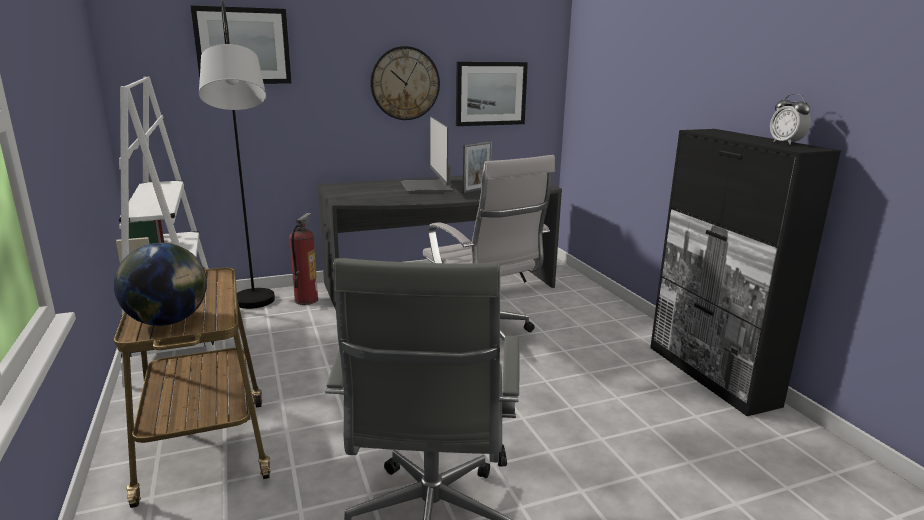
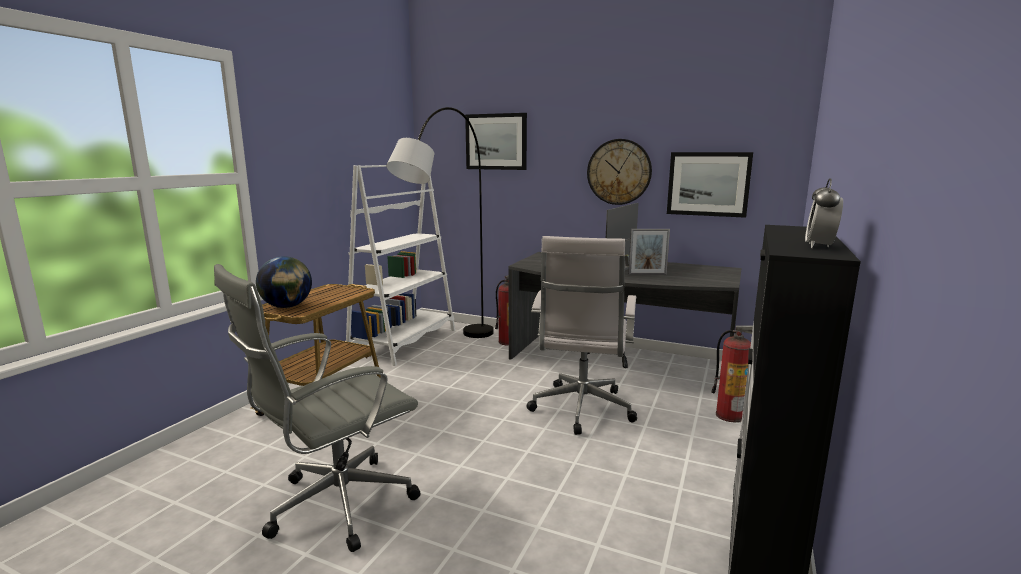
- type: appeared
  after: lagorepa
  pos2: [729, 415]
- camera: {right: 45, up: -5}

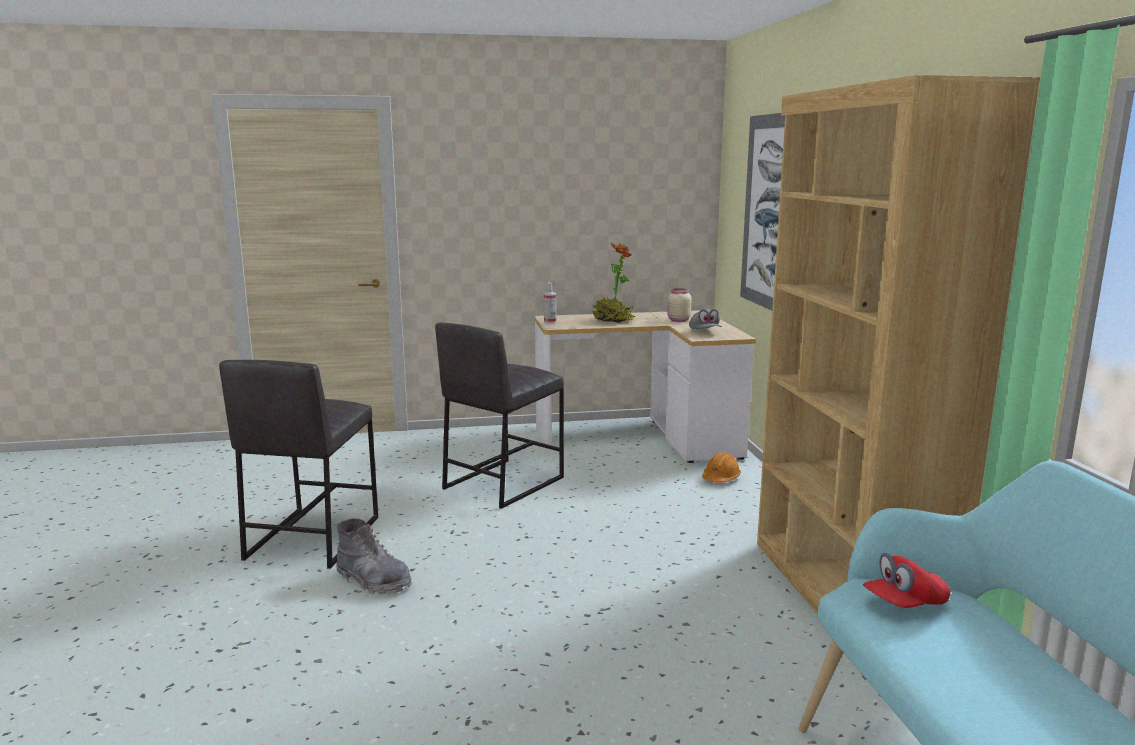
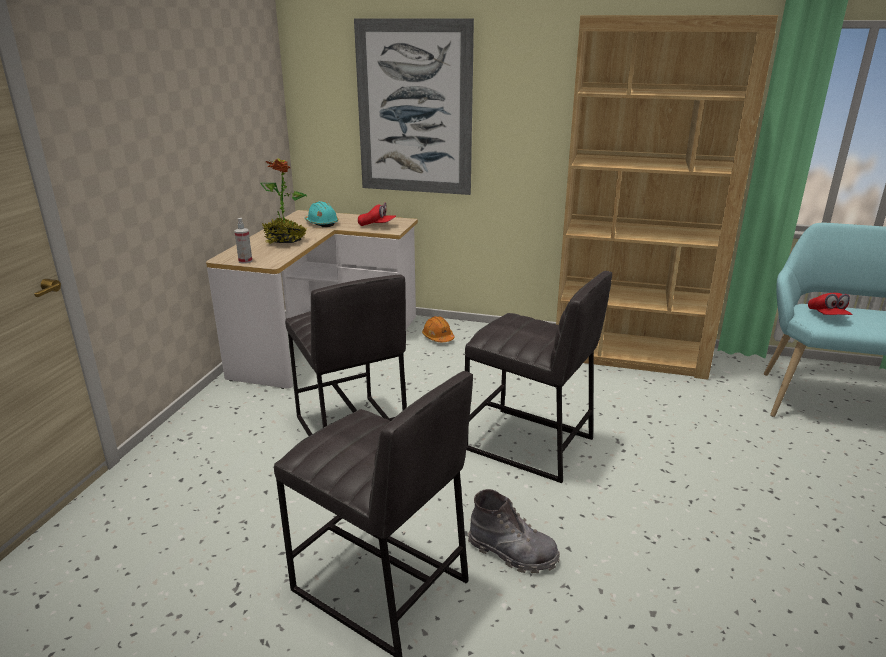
- type: exchanged
  before: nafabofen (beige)
  after: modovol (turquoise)
  pos1: [678, 320]
  pos2: [321, 223]
- type: colour
  before: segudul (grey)
  after: segudul (red)
  pos1: [705, 332]
  pos2: [377, 225]
- type: spun
  before: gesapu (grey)
  pos1: [373, 580]
  pos2: [512, 552]
  turn: 60
- type: appeared
  after: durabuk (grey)
  pos2: [529, 444]
- camera: {right: -65, up: 10}

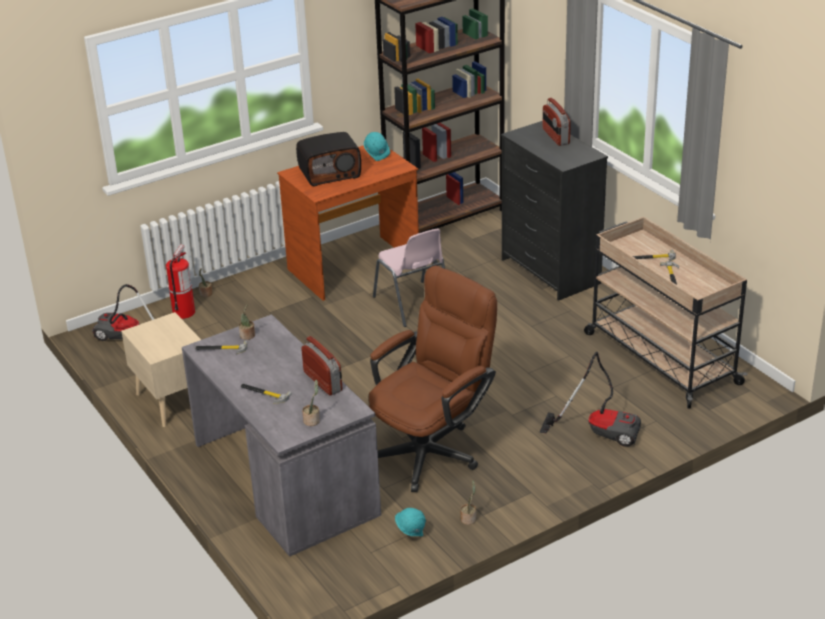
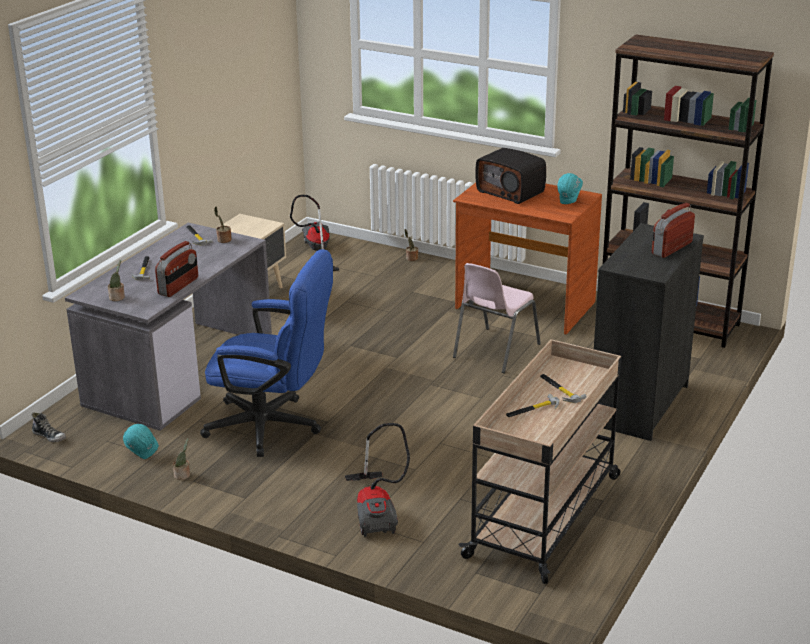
- type: missing
  before: lagorepa
  pos1: [184, 312]
- type: colour
  before: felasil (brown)
  after: felasil (blue)
  pos1: [432, 449]
  pos2: [273, 427]
- type: appeared
  after: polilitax
  pos2: [49, 436]
- camera: {right: 60, up: -5}

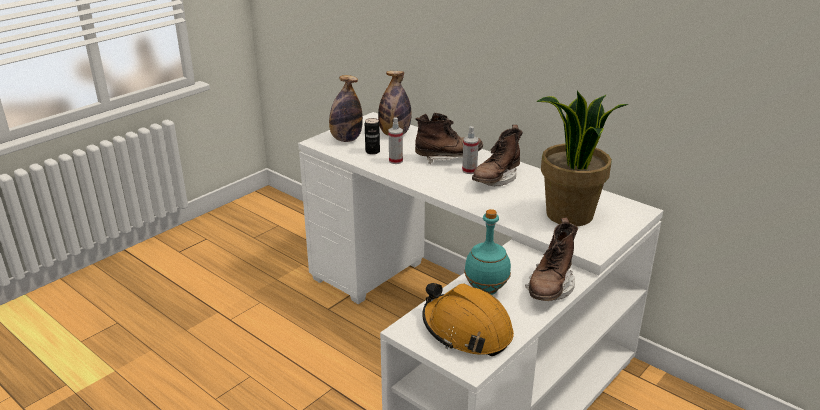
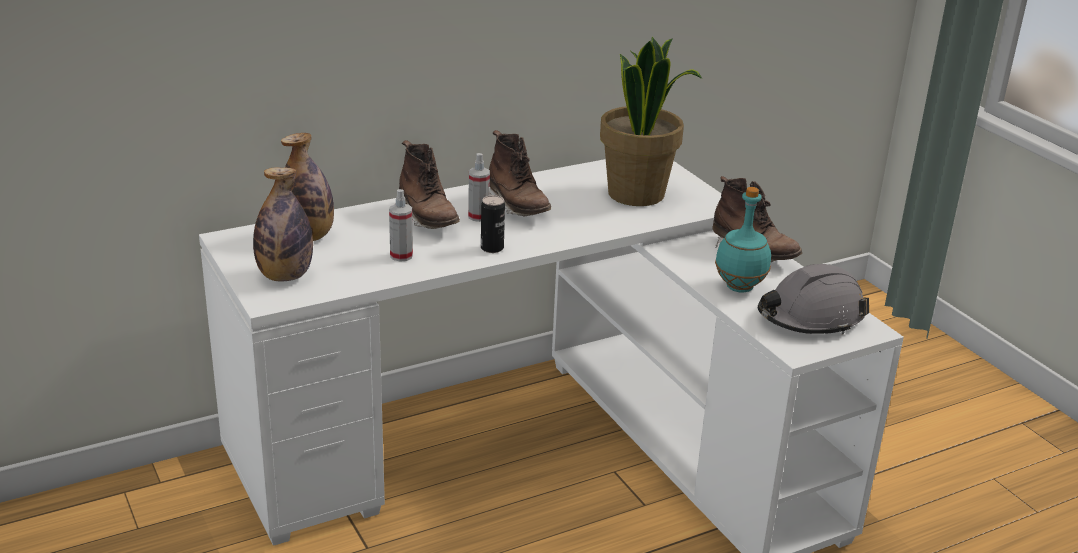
- type: spun
  before: gesapu (brown)
  pos1: [448, 158]
  pos2: [428, 220]
  turn: 135
- type: relocated
  before: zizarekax
  pos1: [372, 151]
  pos2: [492, 248]
- type: colour
  before: modovol (orange)
  after: modovol (grey)
  pos1: [466, 330]
  pos2: [810, 317]
- camera: {right: -70, up: 0}

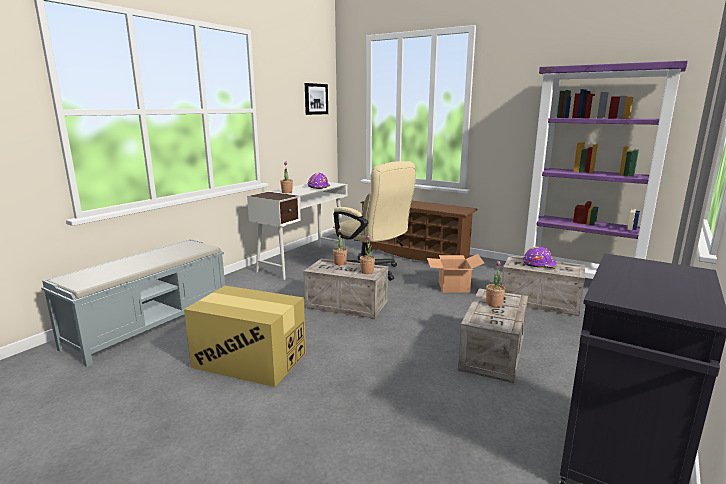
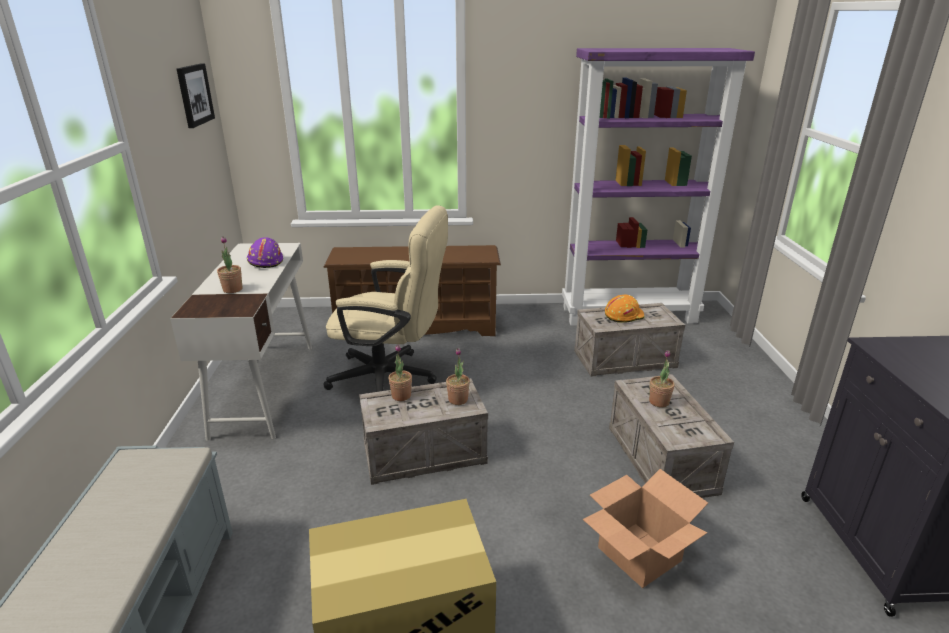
- type: colour
  before: modovol (purple)
  after: modovol (orange)
  pos1: [539, 264]
  pos2: [623, 315]
- type: relocated
  before: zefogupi
  pos1: [454, 287]
  pos2: [640, 555]
- camera: {right: -35, up: 10}

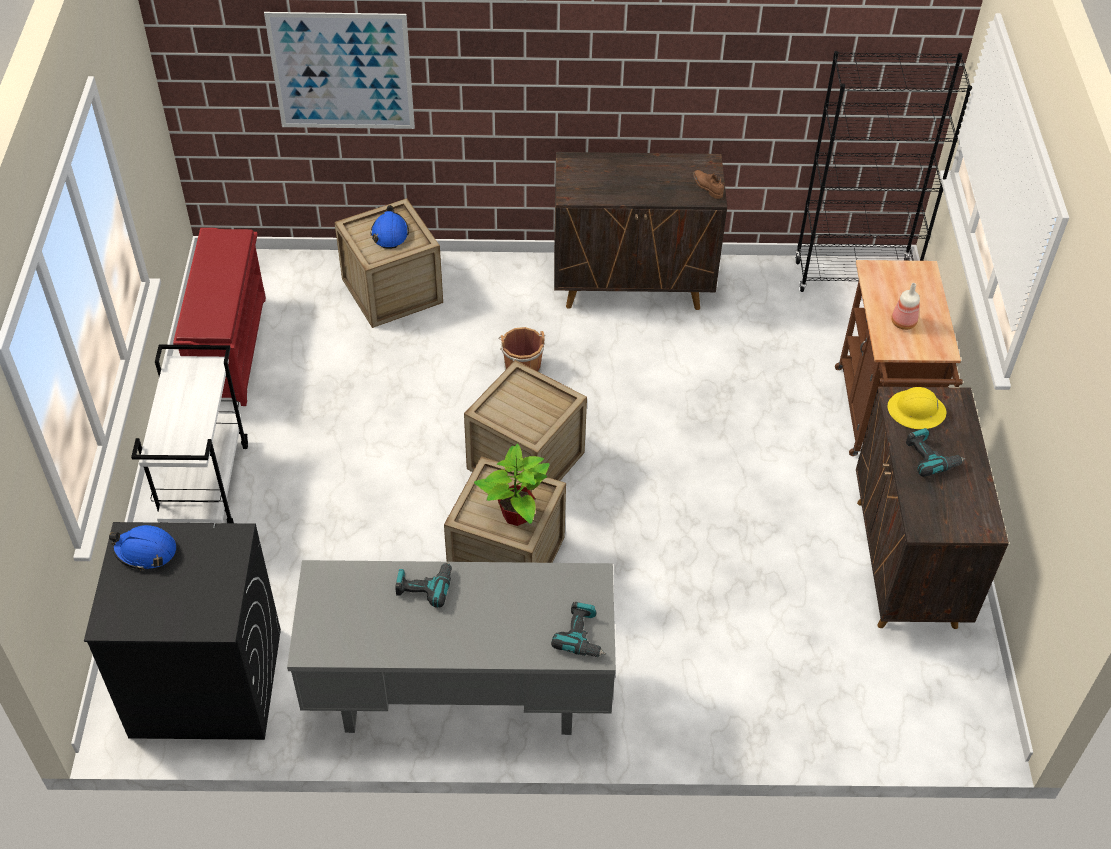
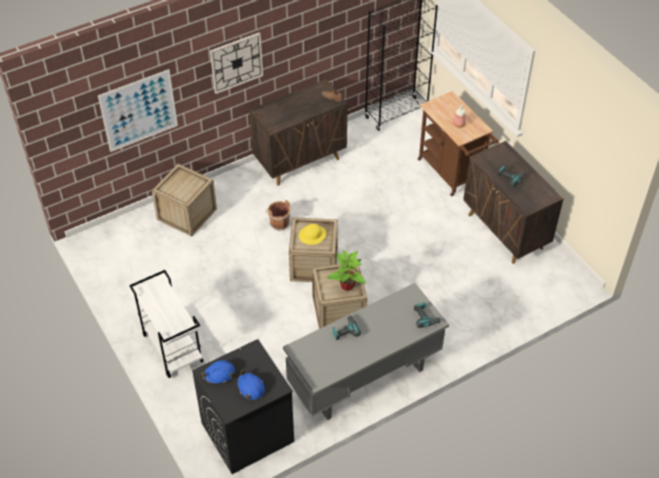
- type: relocated
  before: modovol (blue)
  pos1: [390, 233]
  pos2: [250, 387]
- type: missing
  before: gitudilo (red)
  pos1: [230, 348]
- type: relocated
  before: modovol (yellow)
  pos1: [916, 411]
  pos2: [312, 235]
- type: appeared
  after: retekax
  pos2: [236, 62]
- camera: {right: -30, up: 0}

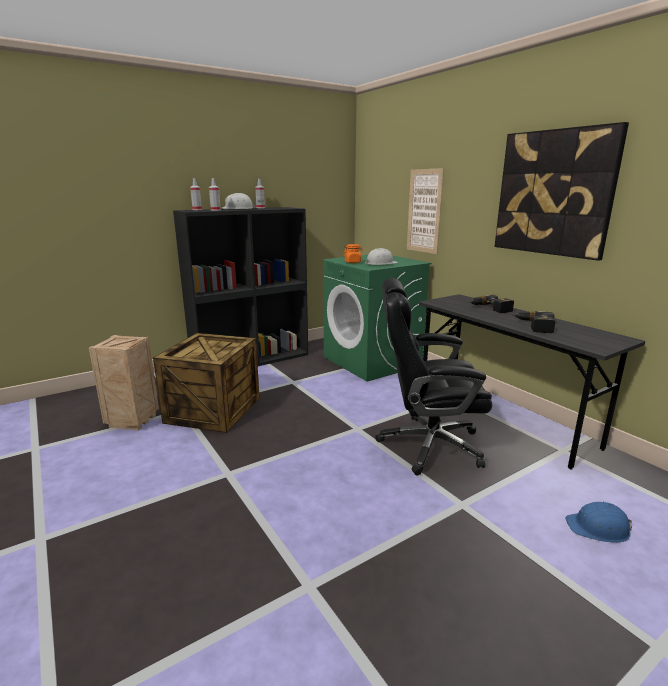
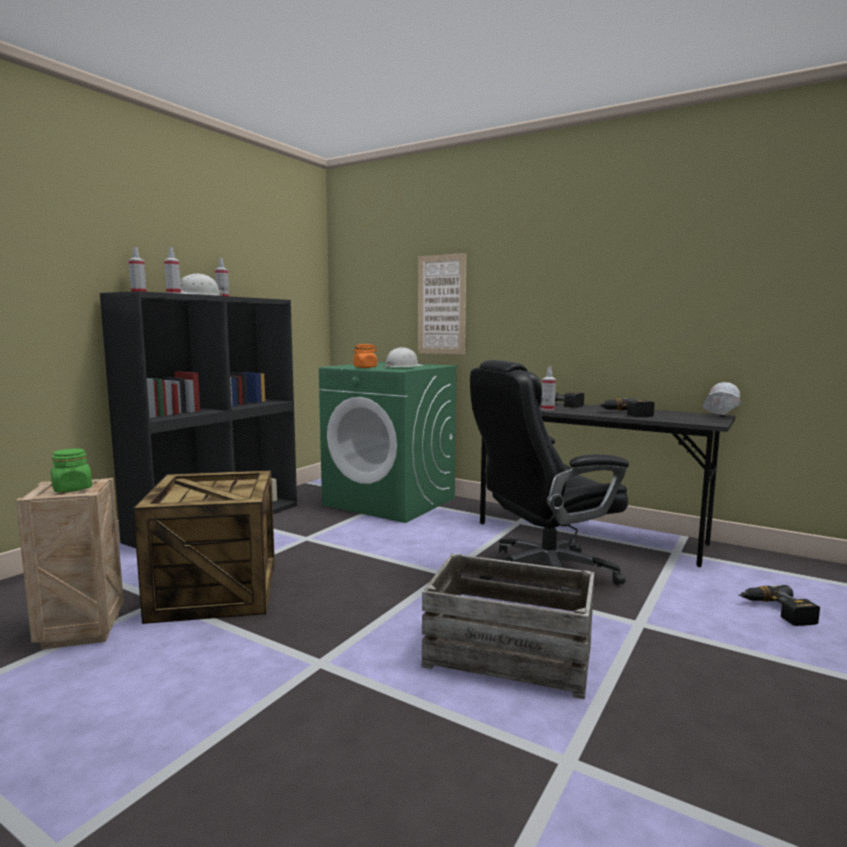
- type: missing
  before: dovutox
  pos1: [554, 193]
- type: exchanged
  before: modovol (blue)
  after: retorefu
  pos1: [598, 528]
  pos2: [777, 611]
- type: appeared
  after: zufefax
  pos2: [547, 409]
- type: appeared
  after: modovol (white)
  pos2: [720, 416]
- type: appeared
  after: nafabofen (green)
  pos2: [72, 489]
- type: appeared
  after: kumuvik
  pos2: [510, 653]
- camera: {right: -25, up: -10}

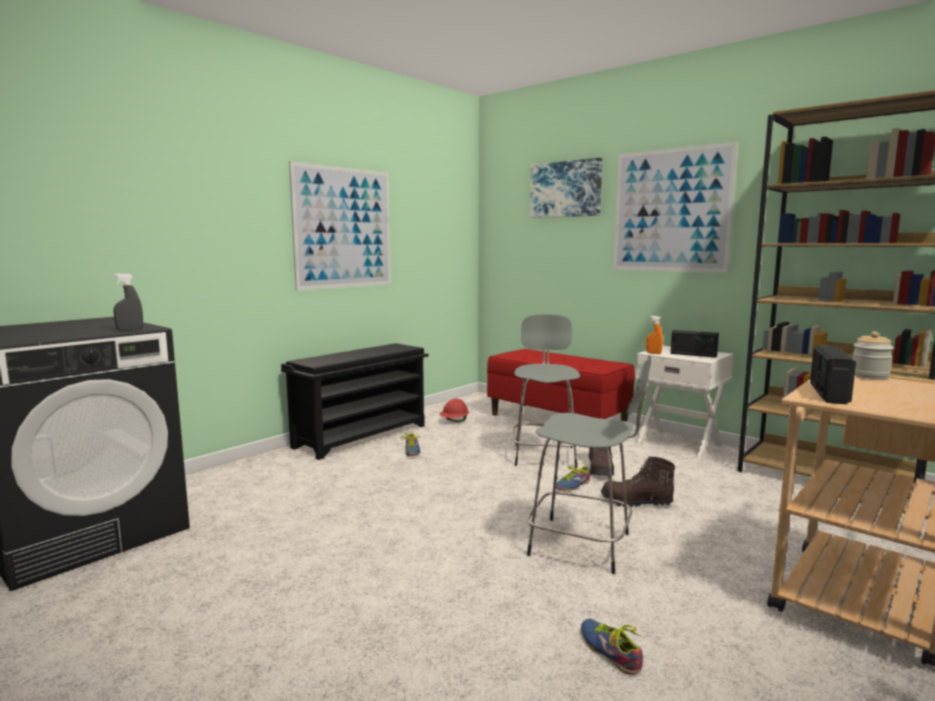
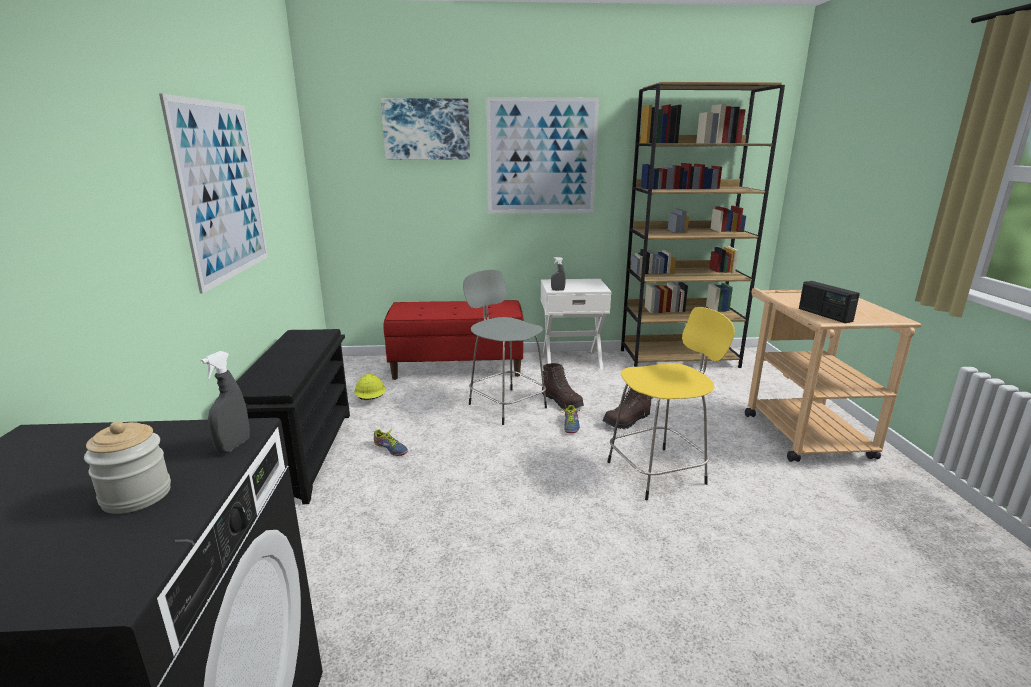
- type: colour
  before: zufefax (orange)
  after: zufefax (grey)
  pos1: [653, 353]
  pos2: [558, 290]
- type: missing
  before: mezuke
  pos1: [693, 355]
- type: relocated
  before: nafabofen
  pos1: [869, 376]
  pos2: [136, 496]
- type: colour
  before: durabuk (grey)
  after: durabuk (yellow)
  pos1: [584, 545]
  pos2: [659, 472]
- type: colour
  before: modovol (red)
  after: modovol (yellow)
  pos1: [454, 421]
  pos2: [371, 399]
- type: missing
  before: polilitax
  pos1: [611, 650]
- camera: {right: -45, up: 10}

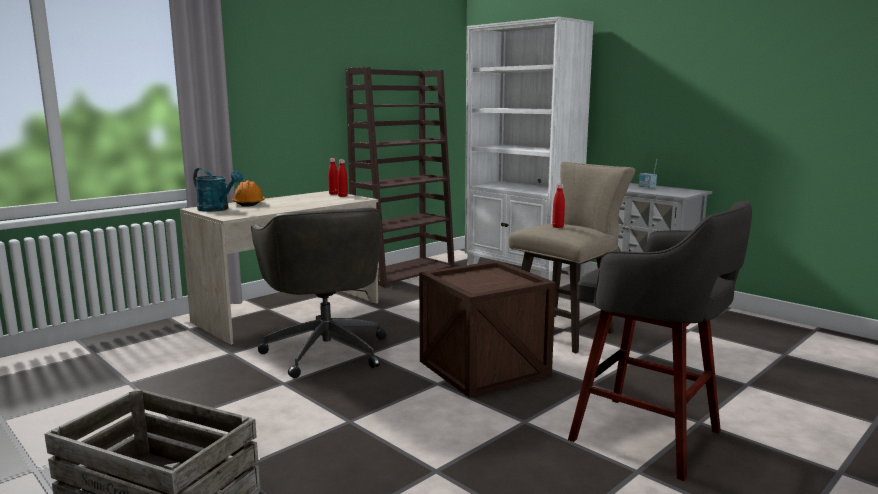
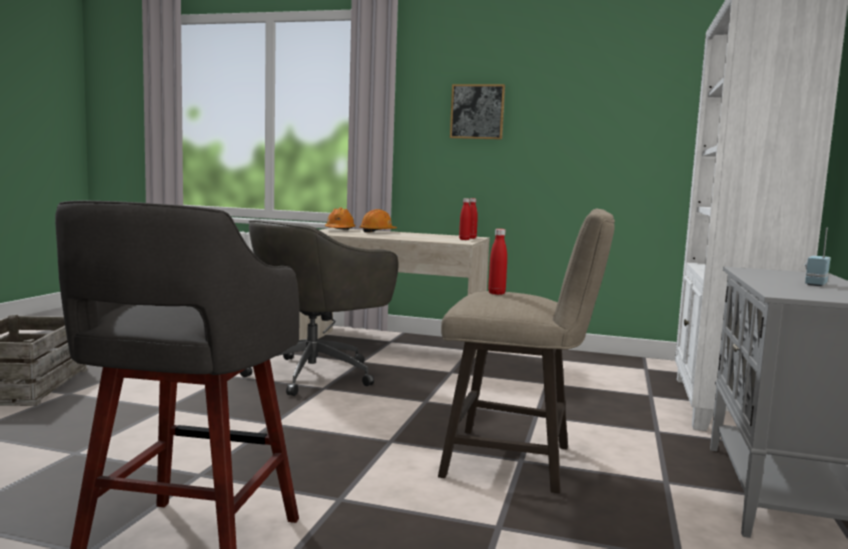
- type: missing
  before: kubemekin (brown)
  pos1: [404, 272]
- type: exchanged
  before: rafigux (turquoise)
  after: modovol (orange)
  pos1: [217, 209]
  pos2: [339, 230]
- type: missing
  before: kumuvik
  pos1: [484, 368]
- type: appeared
  after: dovutox
  pos2: [477, 112]
- camera: {right: 60, up: -5}

